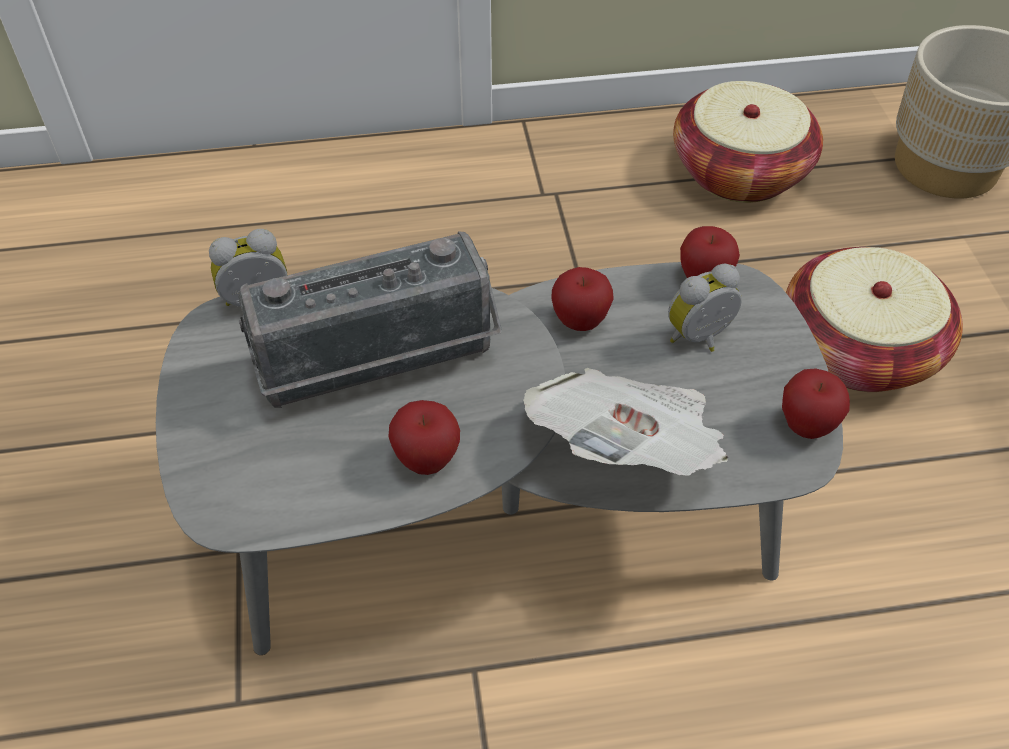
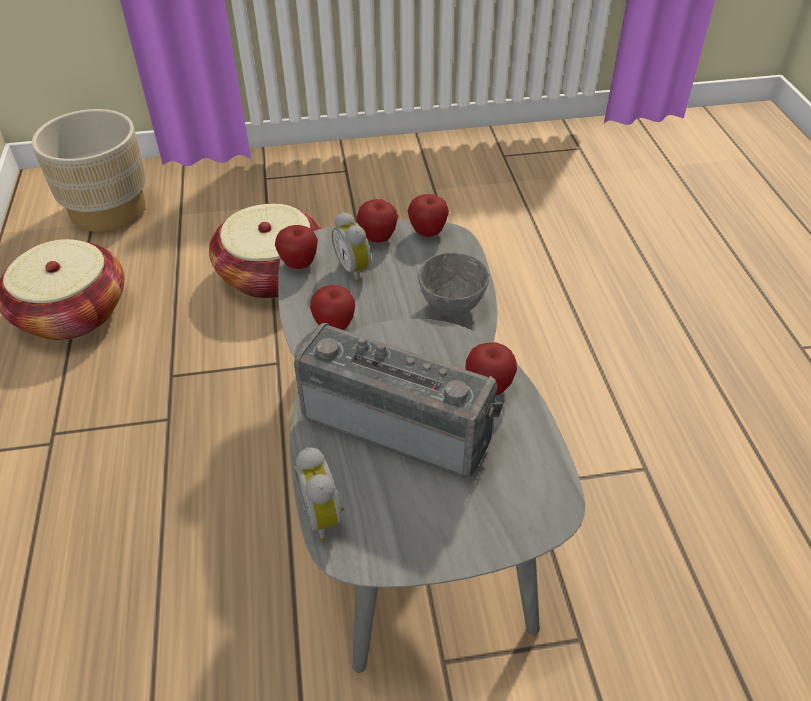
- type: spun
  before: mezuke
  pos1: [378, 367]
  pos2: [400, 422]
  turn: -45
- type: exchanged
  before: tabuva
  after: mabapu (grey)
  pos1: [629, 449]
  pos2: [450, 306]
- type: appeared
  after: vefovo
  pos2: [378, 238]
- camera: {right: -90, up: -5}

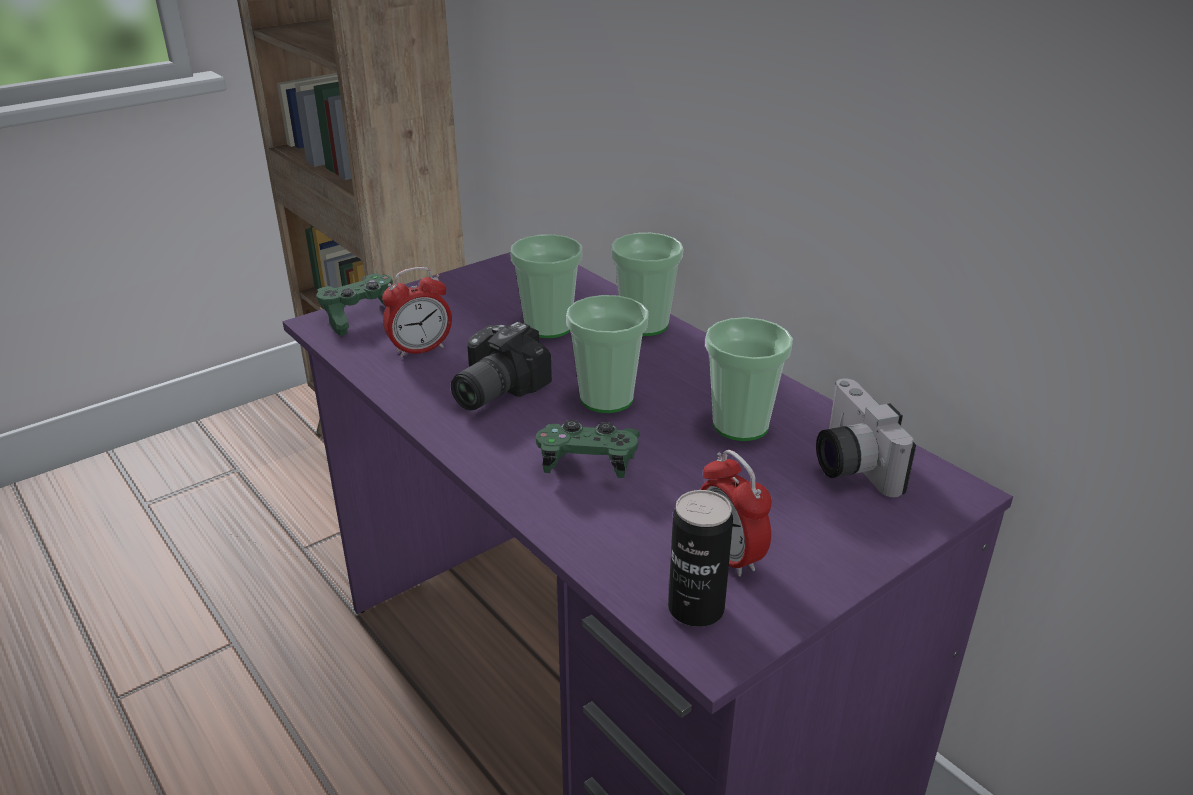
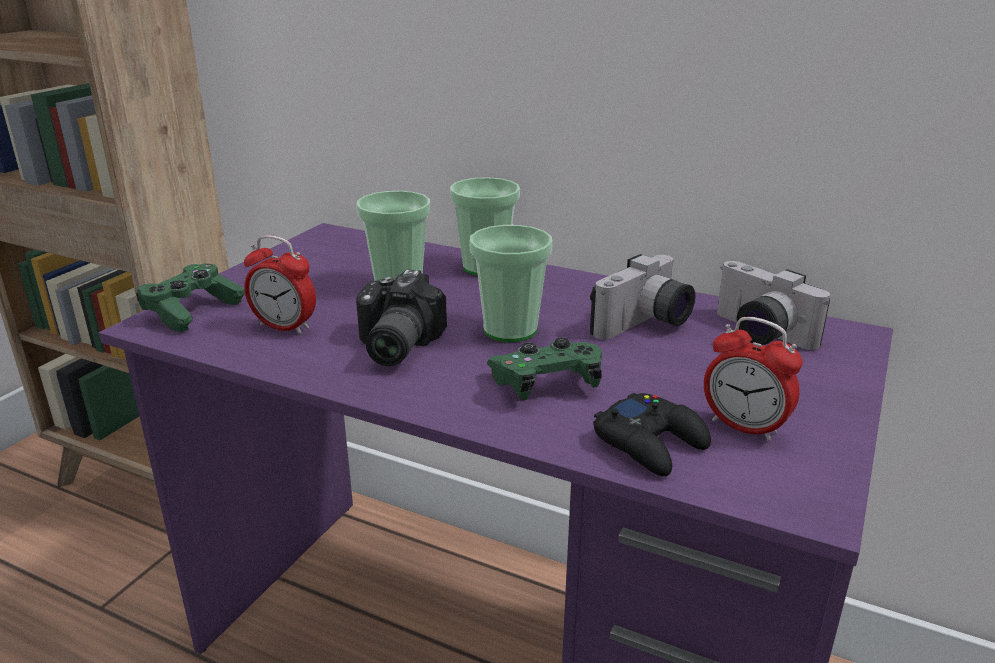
- type: spun
  before: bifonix
  pos1: [420, 349]
  pos2: [284, 327]
  turn: 75
- type: exchanged
  before: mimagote
  after: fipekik
  pos1: [740, 425]
  pos2: [645, 325]
- type: missing
  before: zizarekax
  pos1: [696, 609]
- type: appeared
  after: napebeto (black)
  pos2: [651, 443]
- camera: {right: -25, up: -5}

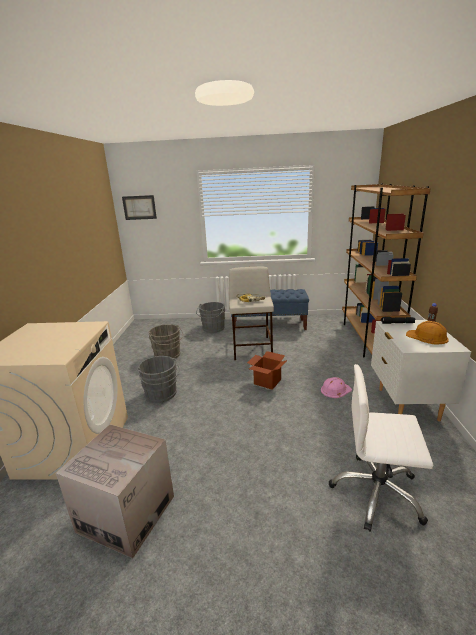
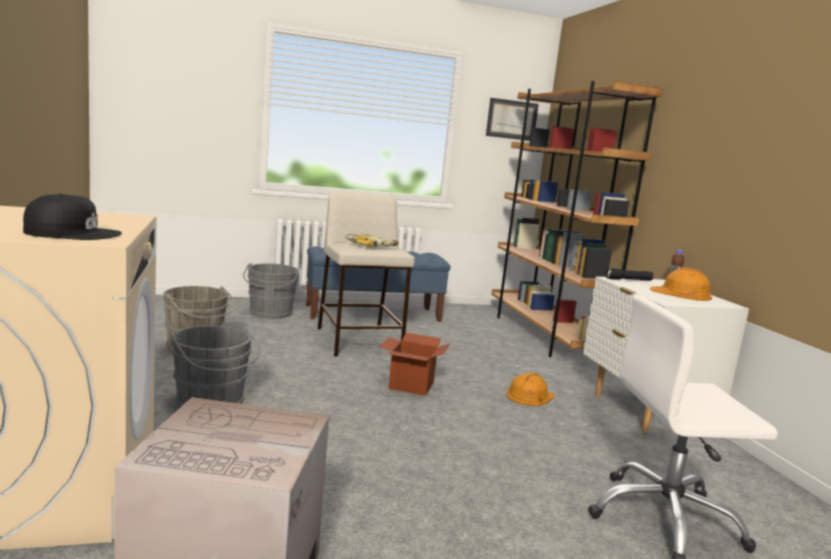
- type: relocated
  before: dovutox
  pos1: [139, 207]
  pos2: [511, 119]
- type: colour
  before: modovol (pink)
  after: modovol (orange)
  pos1: [335, 390]
  pos2: [530, 396]
- type: appeared
  after: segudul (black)
  pos2: [72, 233]
- camera: {right: -20, up: -10}

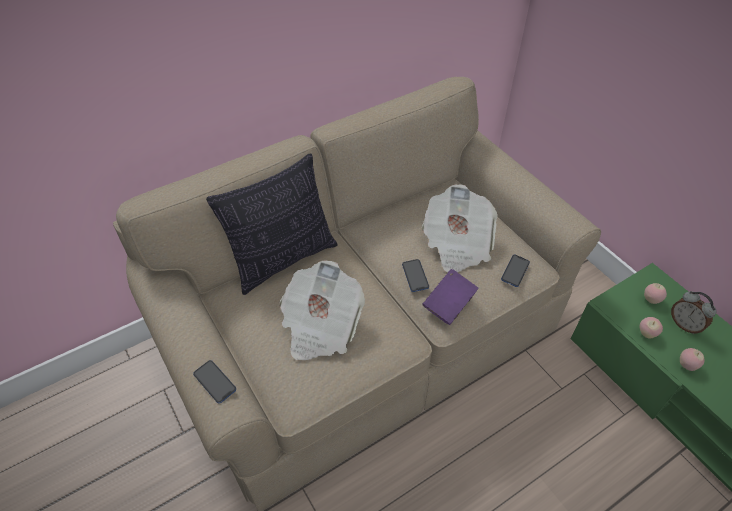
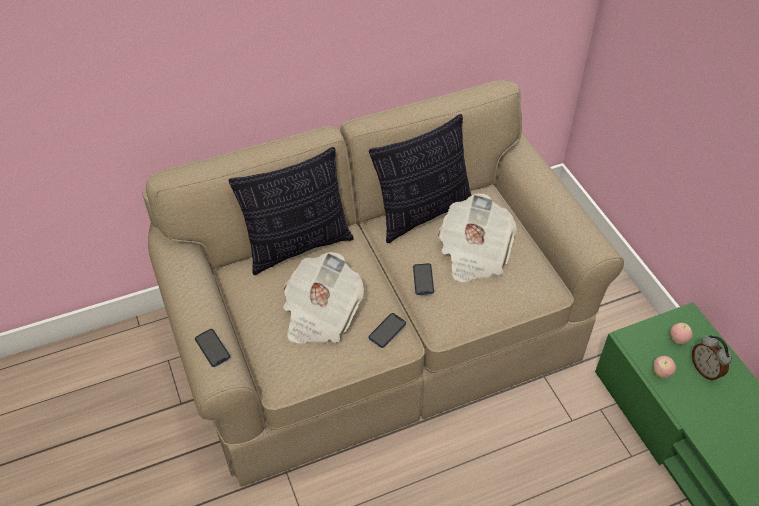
- type: relocated
  before: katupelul
  pos1: [515, 271]
  pos2: [387, 331]
- type: missing
  before: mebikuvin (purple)
  pos1: [449, 304]
- type: missing
  before: vefovo
  pos1: [686, 365]
- type: appeared
  after: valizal
  pos2: [423, 214]
- camera: {right: 10, up: 0}

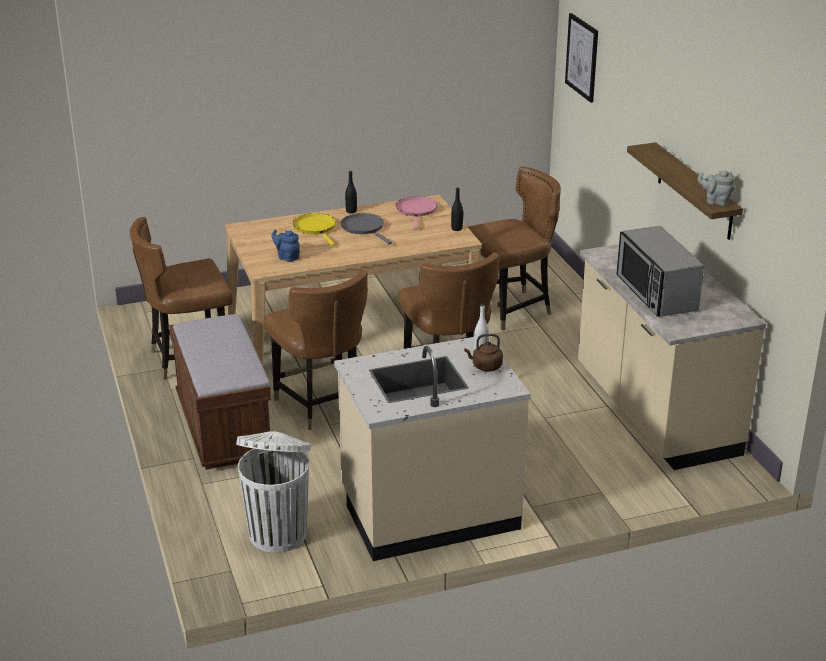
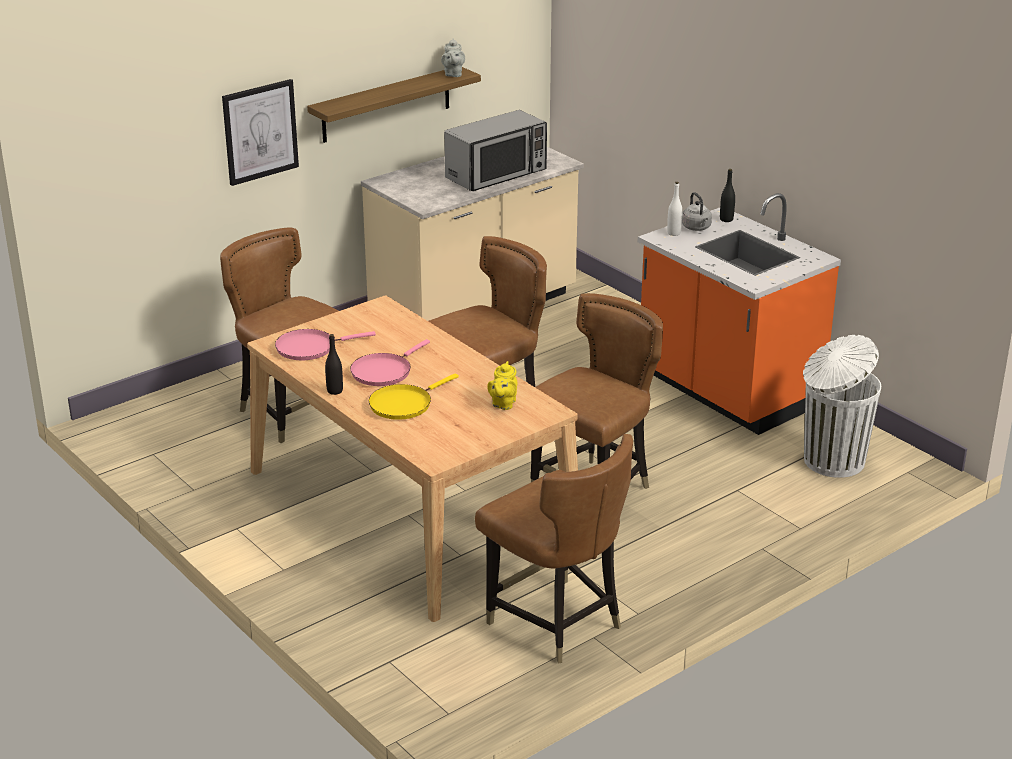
- type: relocated
  before: dovutox
  pos1: [582, 57]
  pos2: [260, 131]
- type: relocated
  before: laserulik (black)
  pos1: [456, 229]
  pos2: [726, 219]
- type: colour
  before: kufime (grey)
  after: kufime (pink)
  pos1: [364, 228]
  pos2: [383, 371]
- type: colour
  before: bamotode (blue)
  after: bamotode (yellow)
  pos1: [287, 257]
  pos2: [503, 404]
- type: missing
  before: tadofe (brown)
  pos1: [223, 428]
- type: colour
  before: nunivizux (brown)
  after: nunivizux (grey)
  pos1: [485, 366]
  pos2: [697, 228]
- type: colour
  before: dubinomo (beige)
  after: dubinomo (orange)
  pos1: [429, 511]
  pos2: [726, 392]
- camera: {right: -110, up: 0}

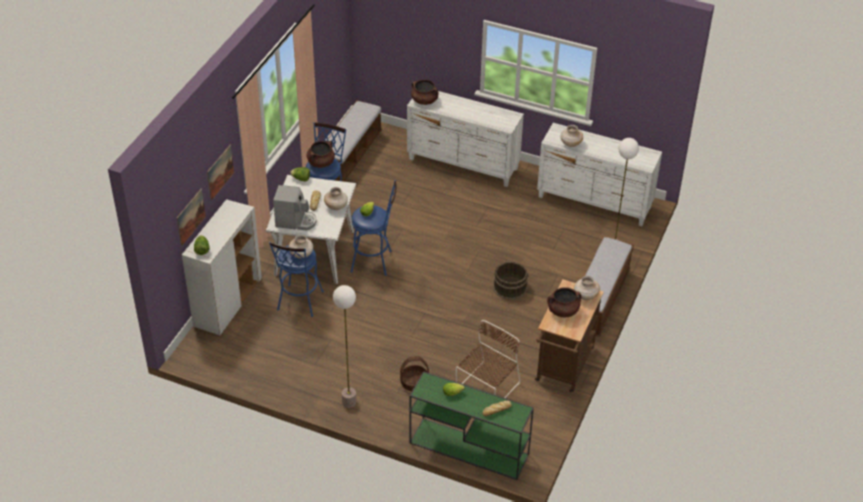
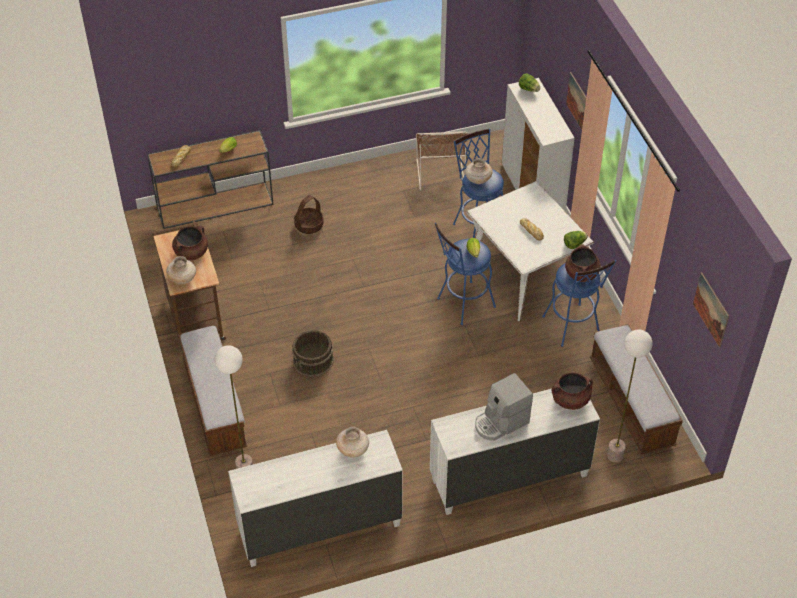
- type: relocated
  before: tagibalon
  pos1: [296, 221]
  pos2: [500, 423]
- type: missing
  before: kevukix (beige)
  pos1: [336, 206]
- type: relocated
  before: dovutox
  pos1: [190, 217]
  pos2: [711, 309]
- type: relocated
  before: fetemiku
  pos1: [348, 402]
  pos2: [615, 455]
- type: relocated
  before: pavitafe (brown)
  pos1: [486, 387]
  pos2: [440, 172]
- type: colour
  before: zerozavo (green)
  after: zerozavo (brown)
  pos1: [467, 448]
  pos2: [216, 205]
- camera: {right: 140, up: 5}

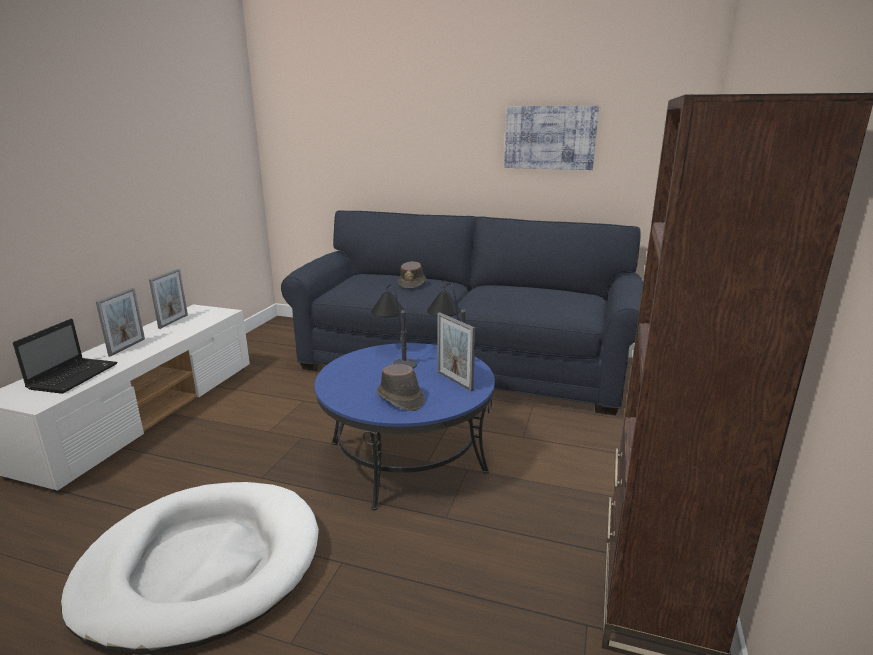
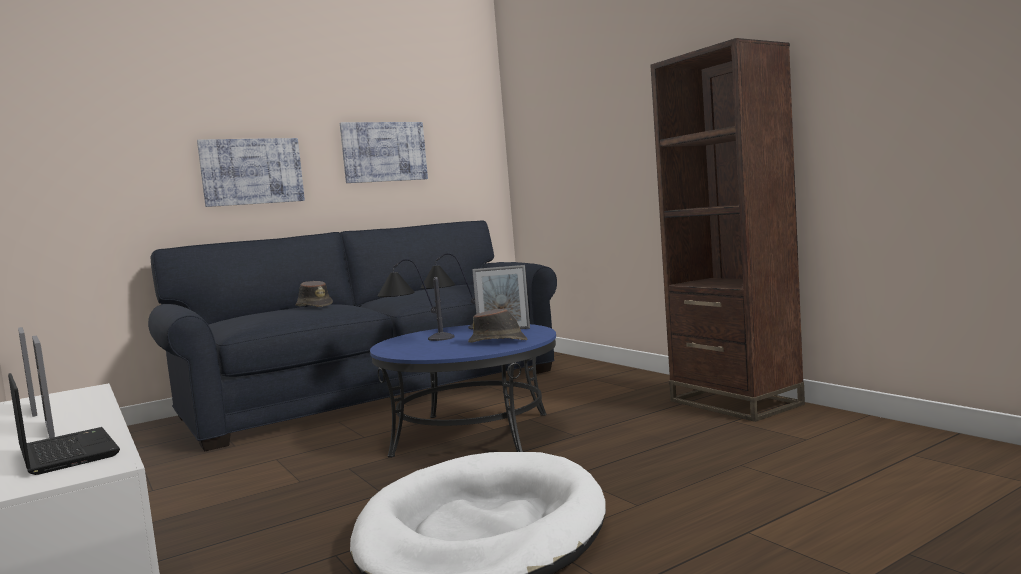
- type: appeared
  after: dovutox
  pos2: [252, 171]
- camera: {right: -50, up: -15}

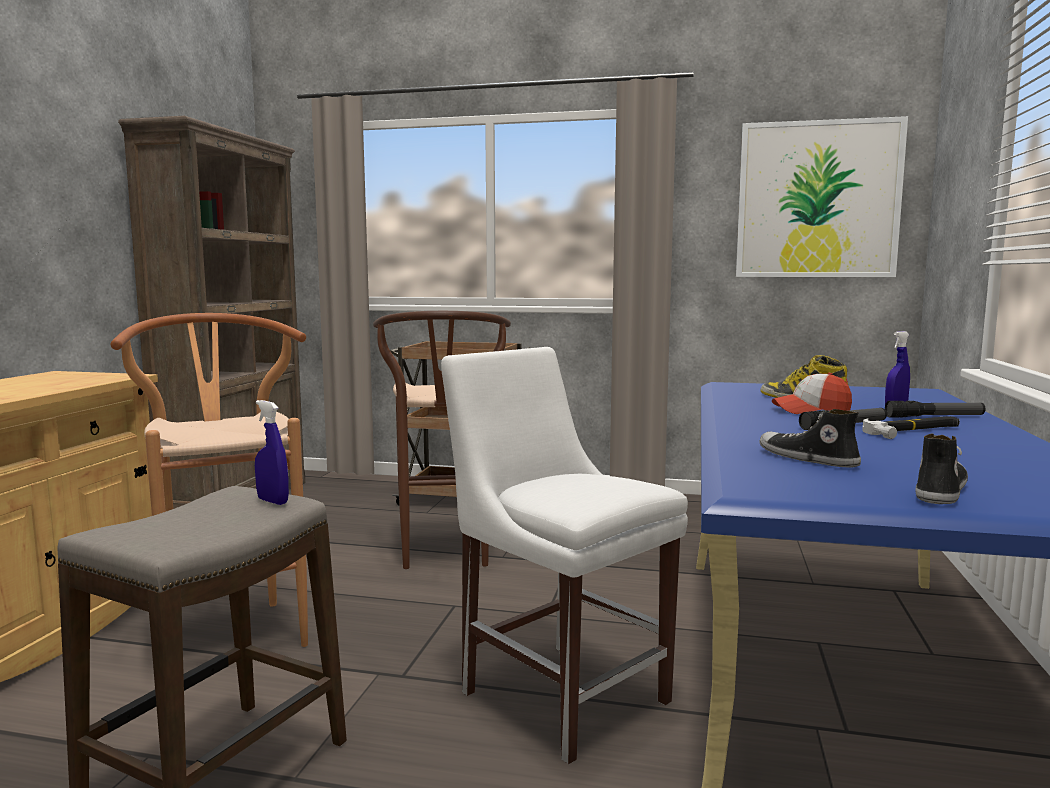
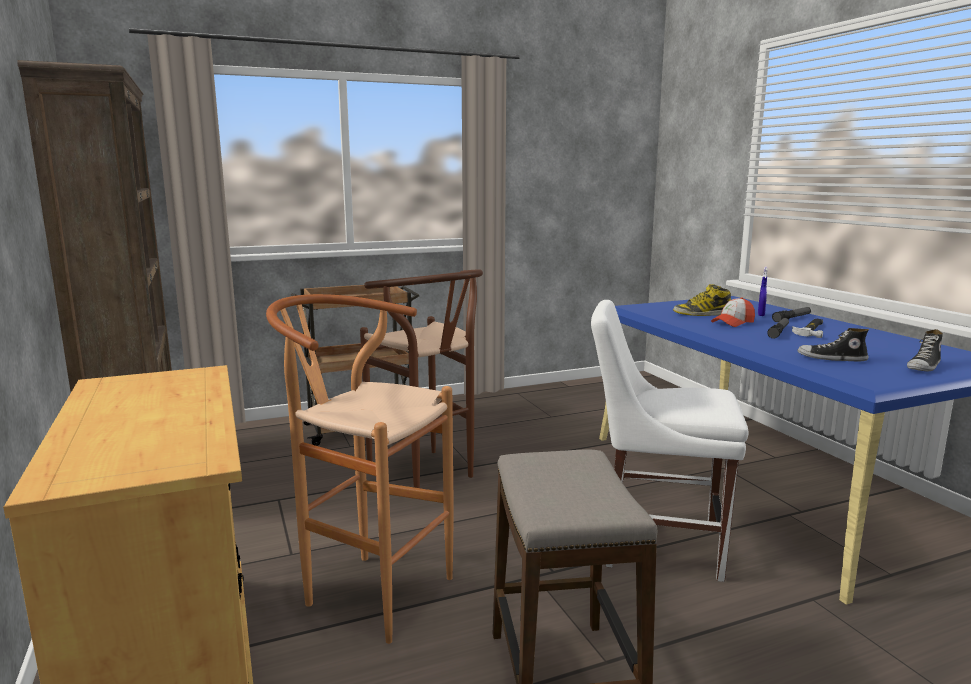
- type: missing
  before: dovutox
  pos1: [817, 200]
- type: missing
  before: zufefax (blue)
  pos1: [272, 501]
- type: spun
  before: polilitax
  pos1: [939, 491]
  pos2: [924, 367]
  turn: -135
- camera: {right: -35, up: 5}

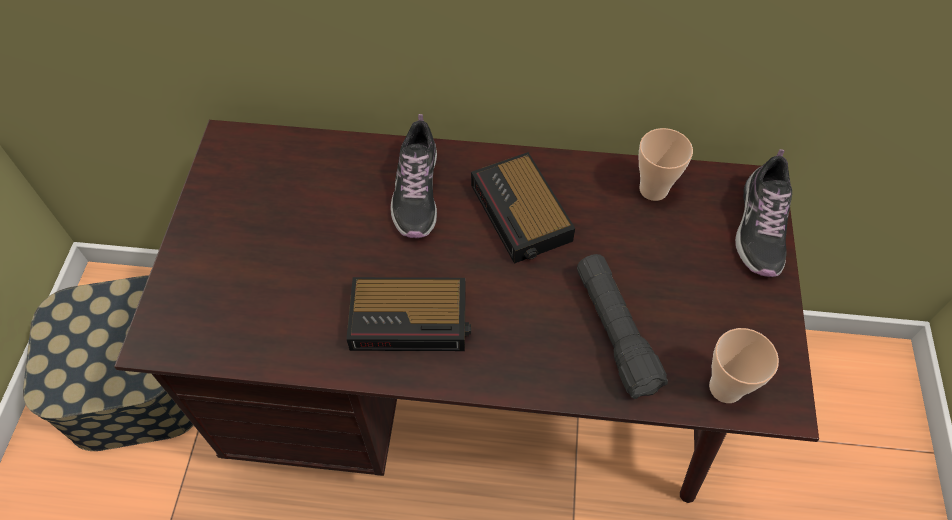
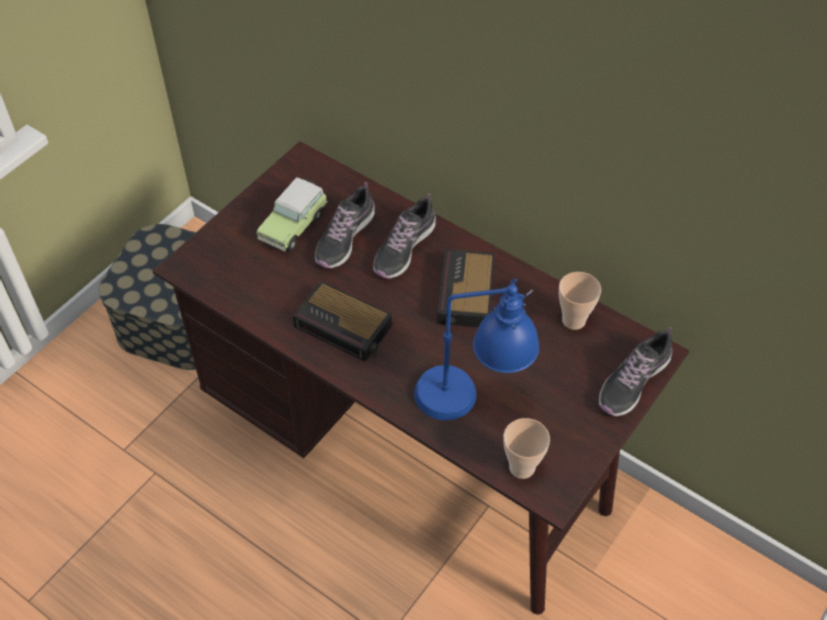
- type: exchanged
  before: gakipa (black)
  after: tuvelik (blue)
  pos1: [615, 332]
  pos2: [473, 397]
- type: appeared
  after: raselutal
  pos2: [295, 225]
- type: appeared
  after: polilitax
  pos2: [344, 238]
- camera: {right: 30, up: -5}

